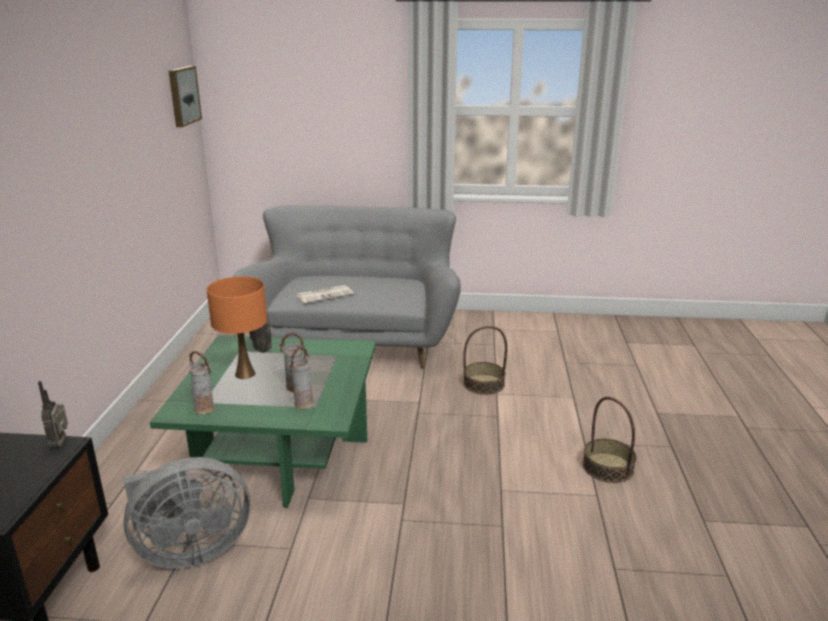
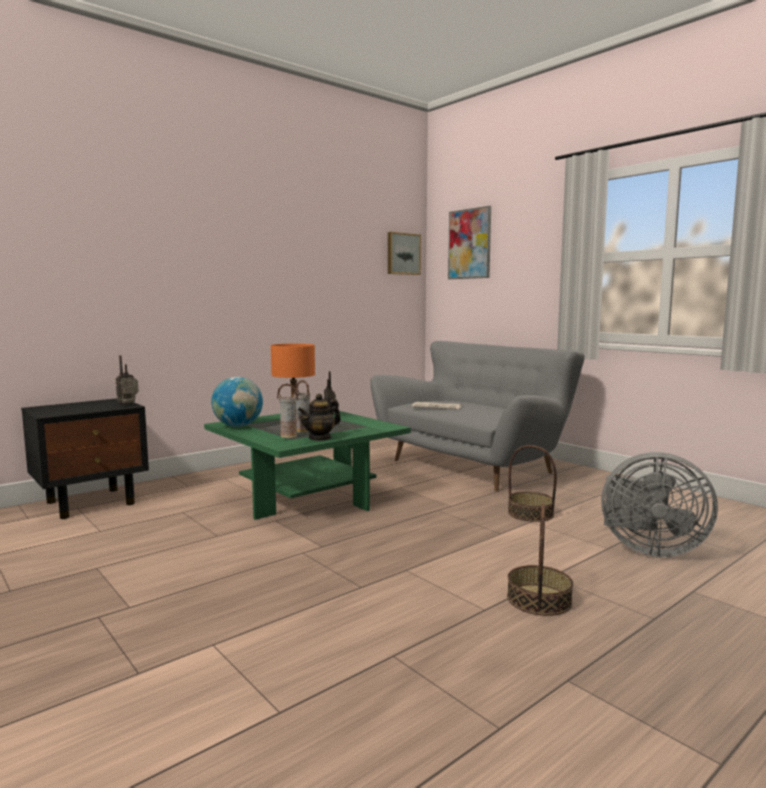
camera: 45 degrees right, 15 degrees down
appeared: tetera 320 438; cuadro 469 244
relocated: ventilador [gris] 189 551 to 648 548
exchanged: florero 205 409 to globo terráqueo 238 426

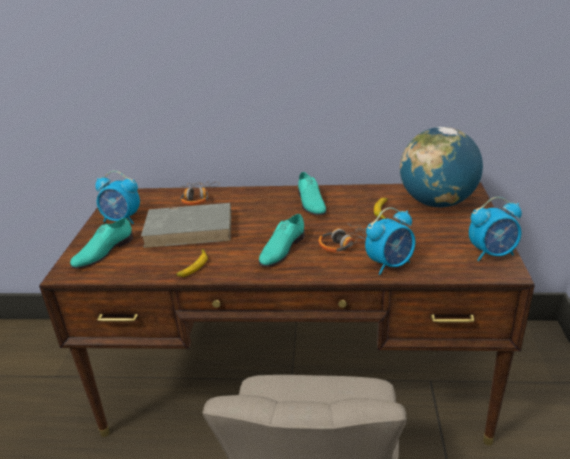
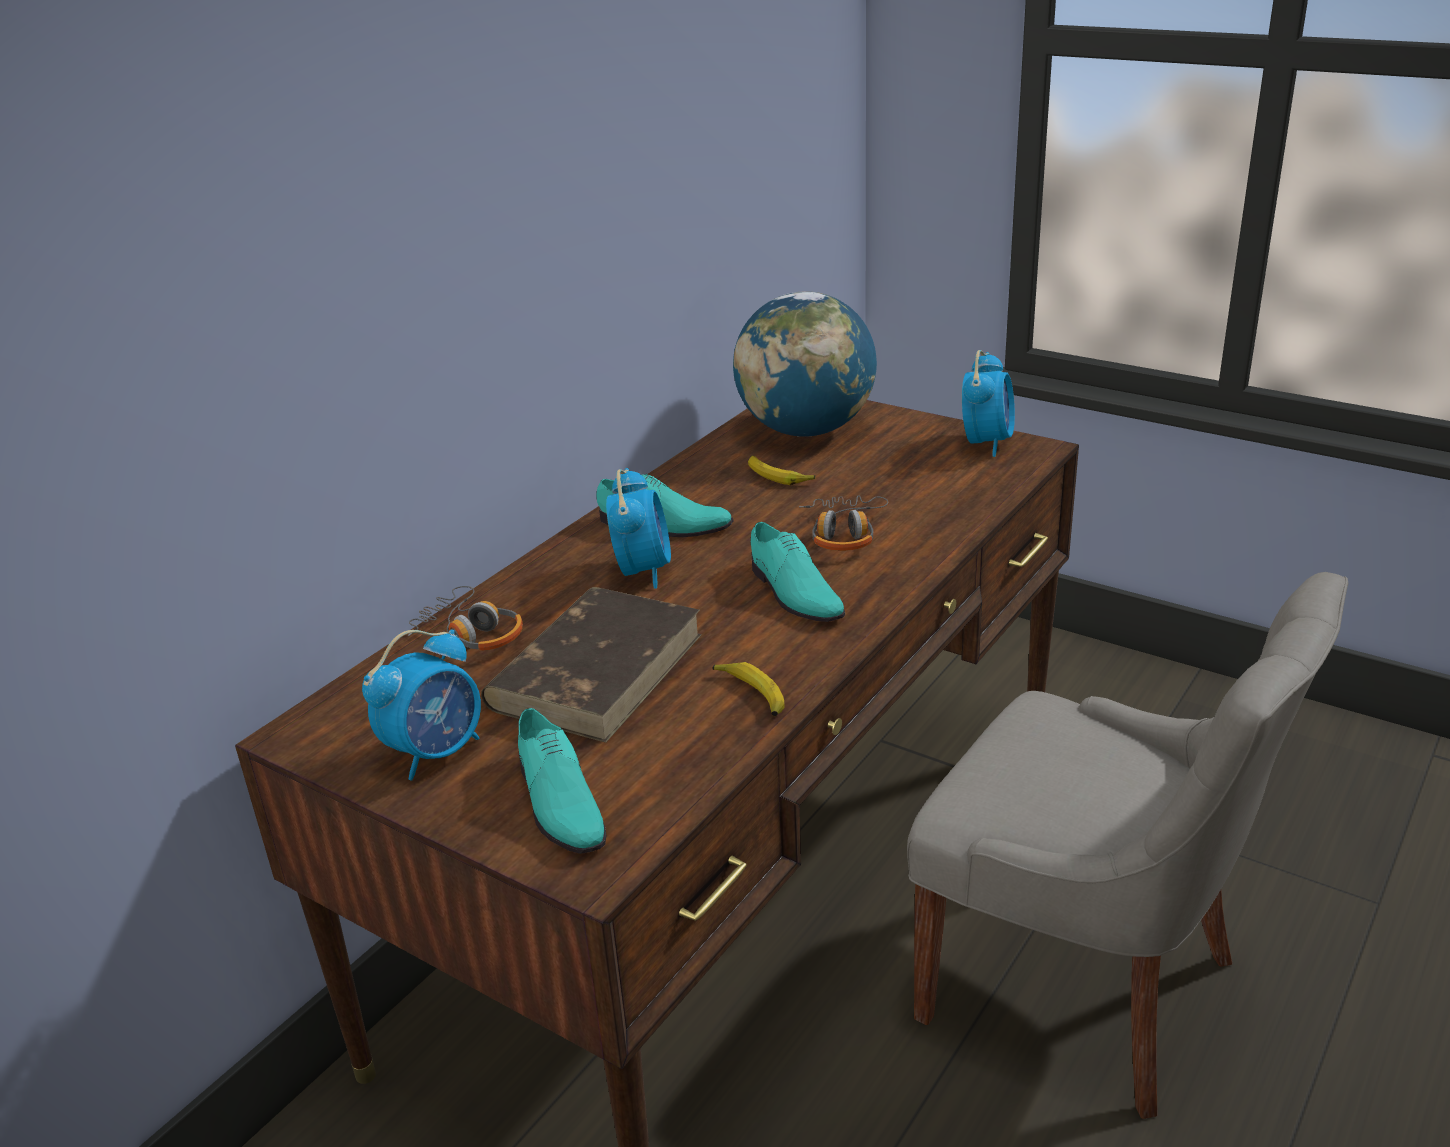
camera: 60 degrees left, 0 degrees up
relocated: despertador 390 264 to 643 571
colour: libro [gris] 190 229 to libro [marrón] 597 669

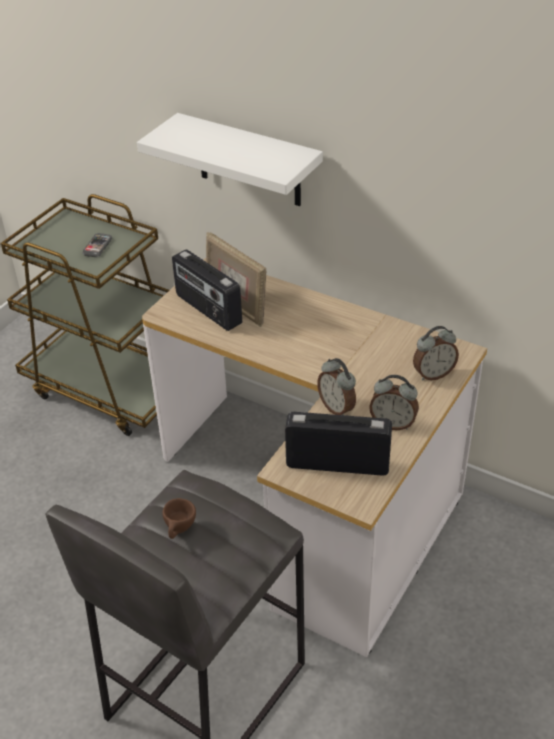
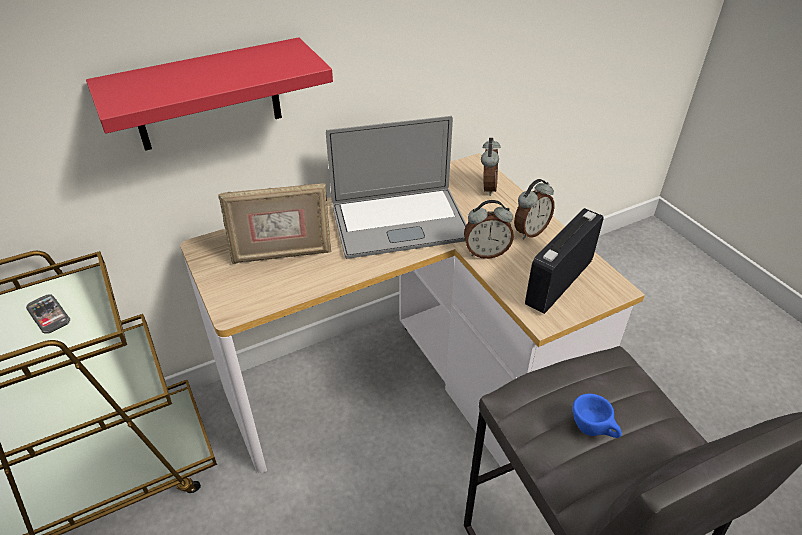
camera: 60 degrees left, 0 degrees up
missing: radio 207 310
appeared: portátil 399 222
colour: estante [blanco] 249 161 to estante [rojo] 207 96; taza [marrón] 179 531 to taza [azul] 593 430

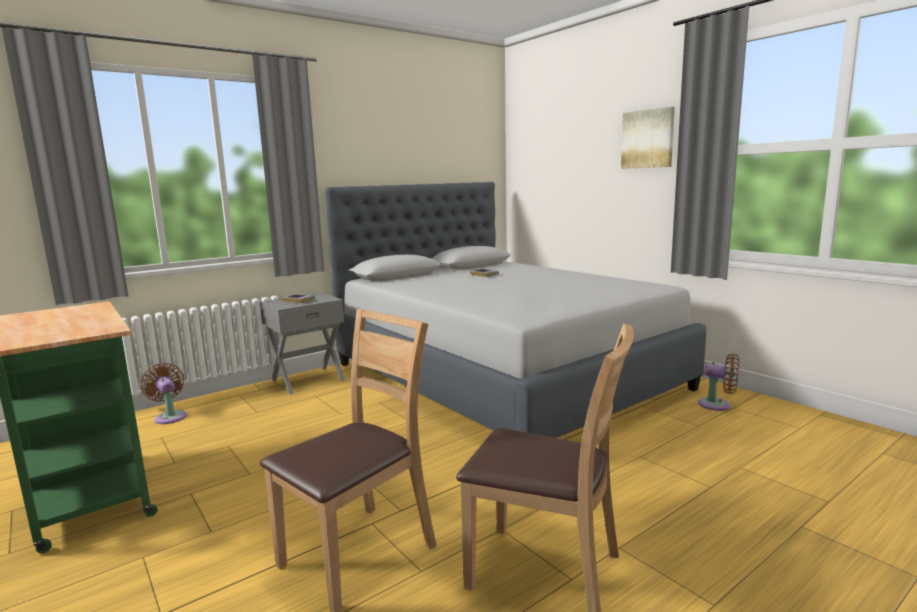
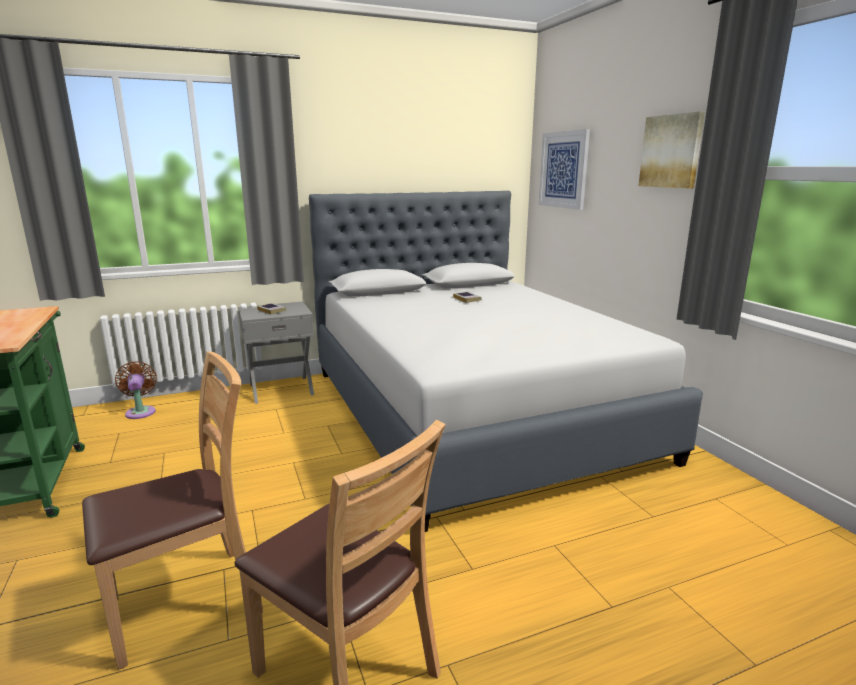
camera: 15 degrees right, 5 degrees up
missing: ventilador [marrón] 718 405
appeared: cuadro 563 170

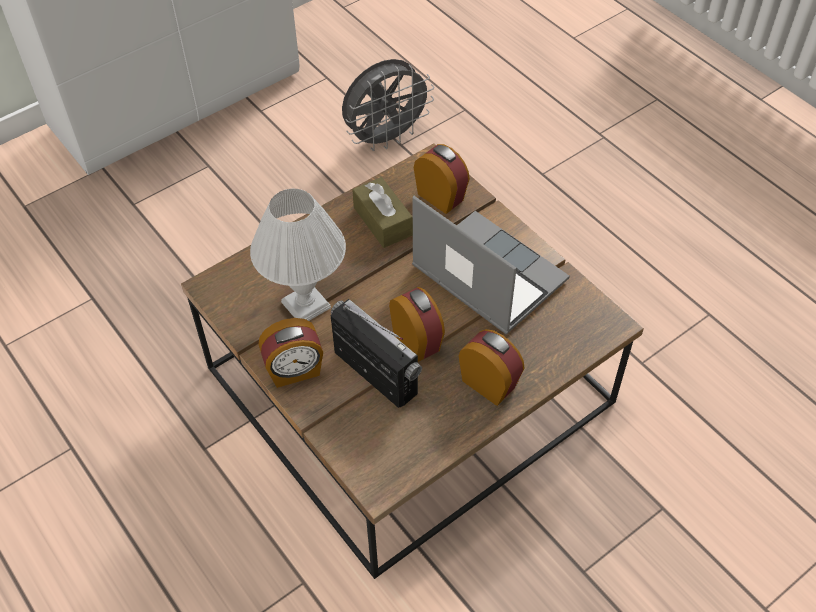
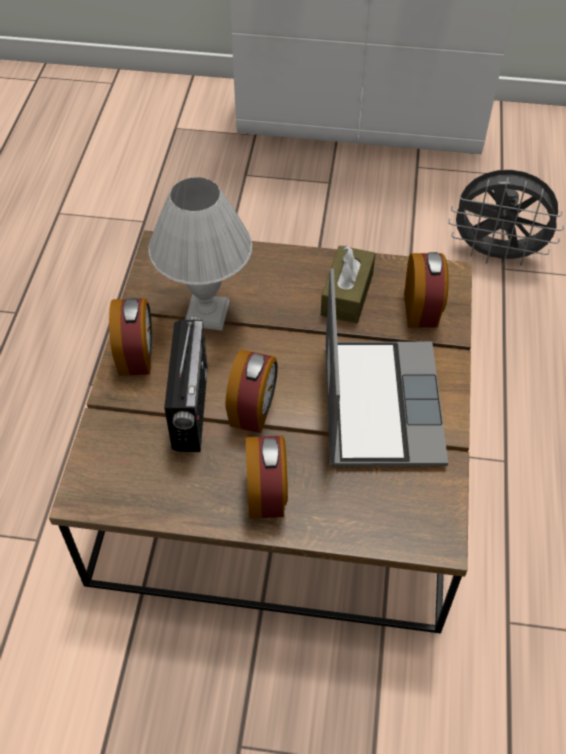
camera: 45 degrees right, 0 degrees up
spun: despertador 294 371 = 137 356 120 degrees counterclockwise

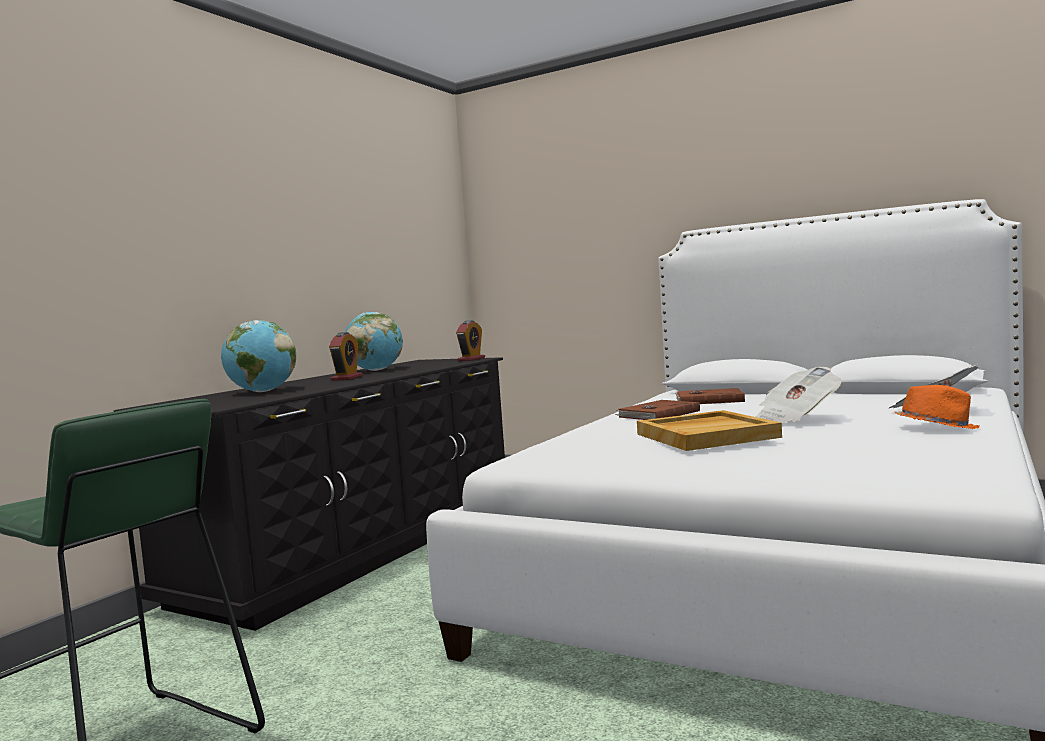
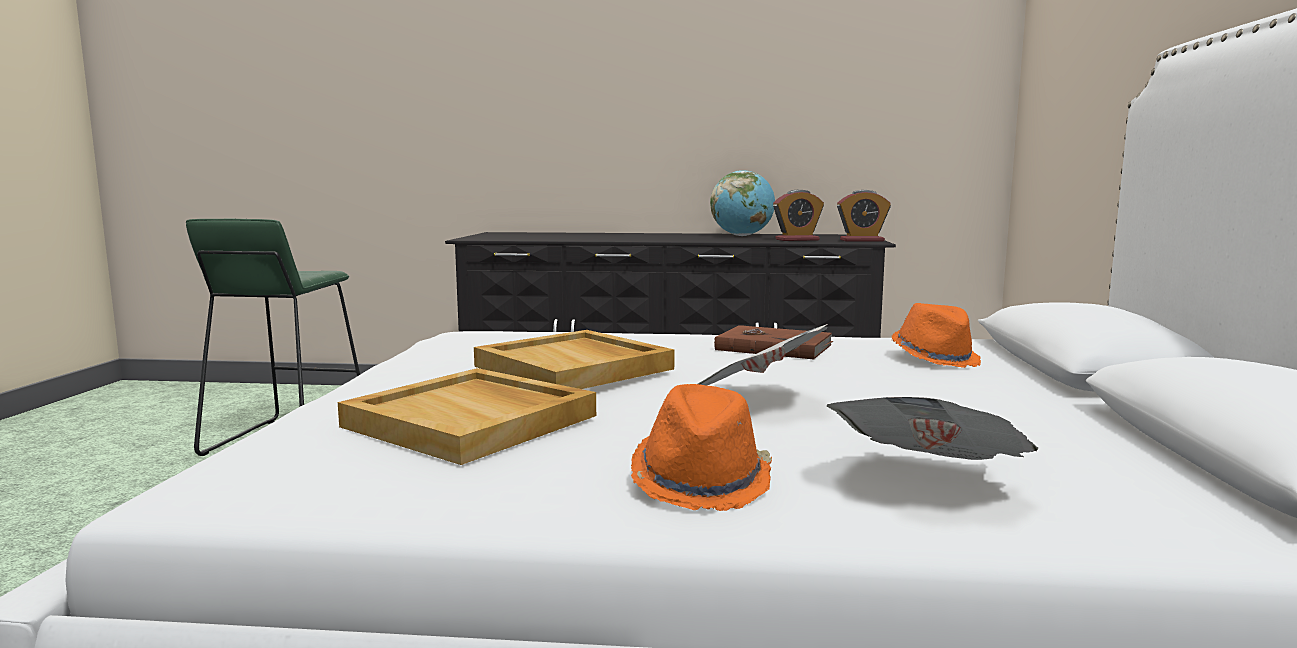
camera: 65 degrees right, 5 degrees up
missing: globo terráqueo 262 391
appeared: bandeja [beis] 473 421
relocated: despertador 347 378 to 797 240
exchanged: libro [marrón] 709 400 to sombrero [naranja] 935 358

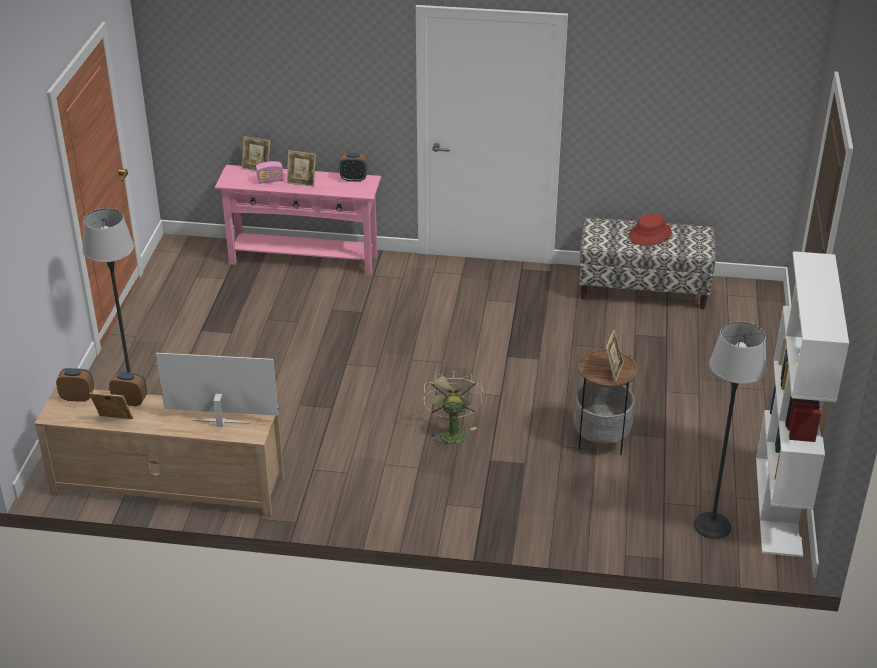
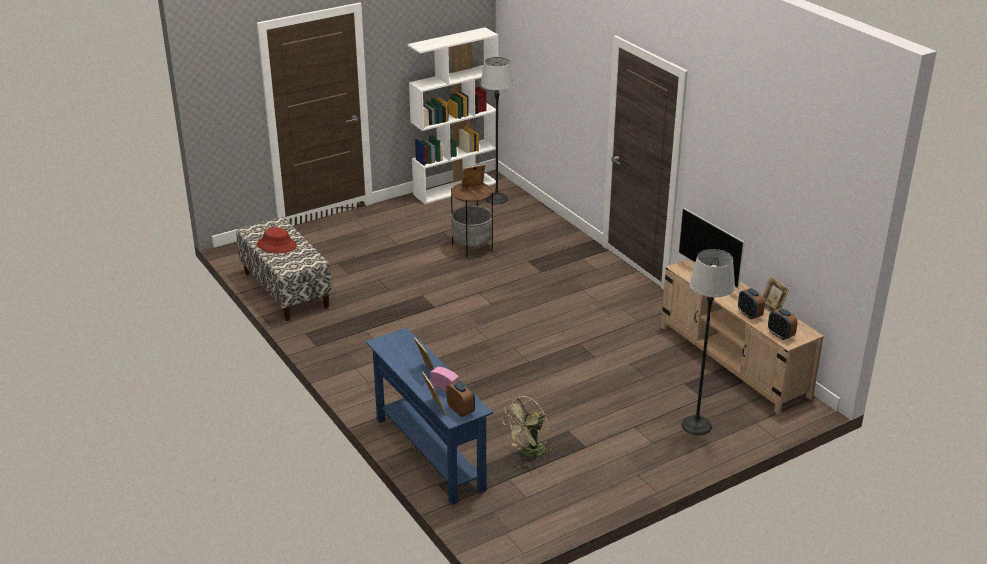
camera: 130 degrees left, 5 degrees down
relocated: despertador 353 179 to 461 411; ventilador [verde] 451 431 to 529 453
colour: mesa consola [rosa] 303 259 to mesa consola [azul] 428 454

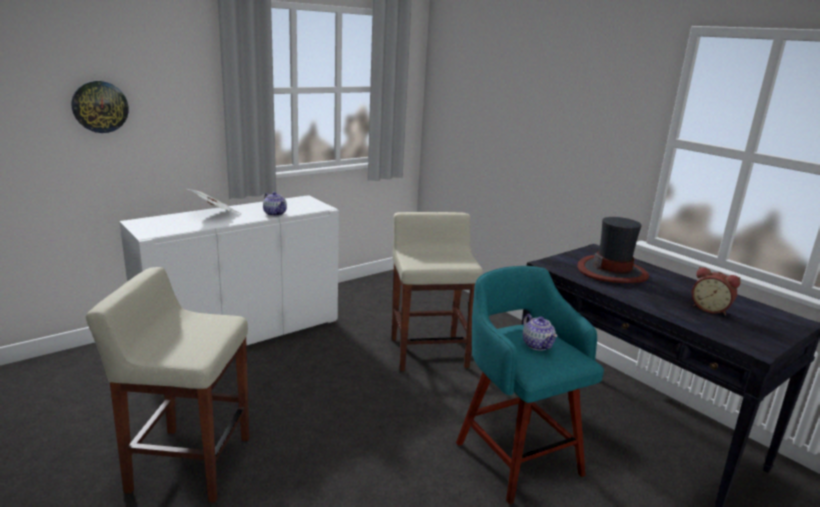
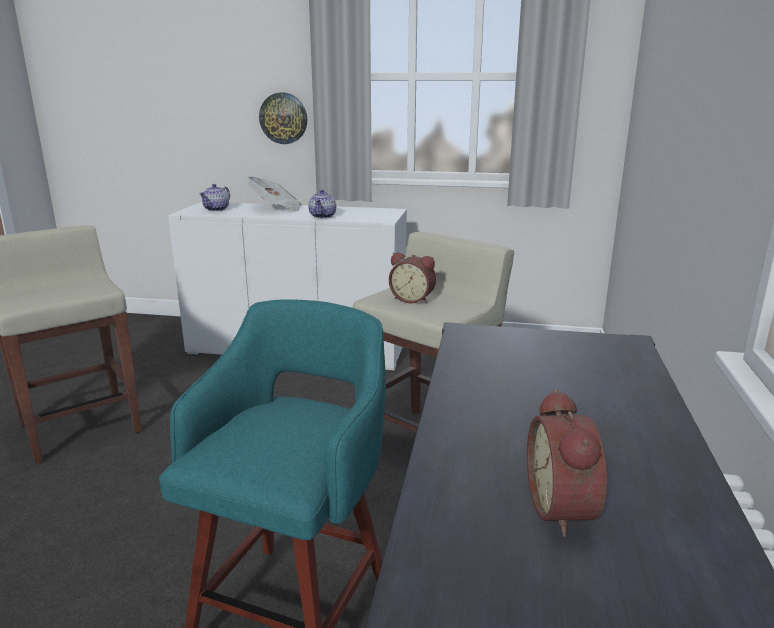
camera: 50 degrees right, 0 degrees up
missing: sombrero 612 271
appeared: despertador 413 299
relocated: reloj de pared 100 106 to 283 118; tetera 537 345 to 217 209

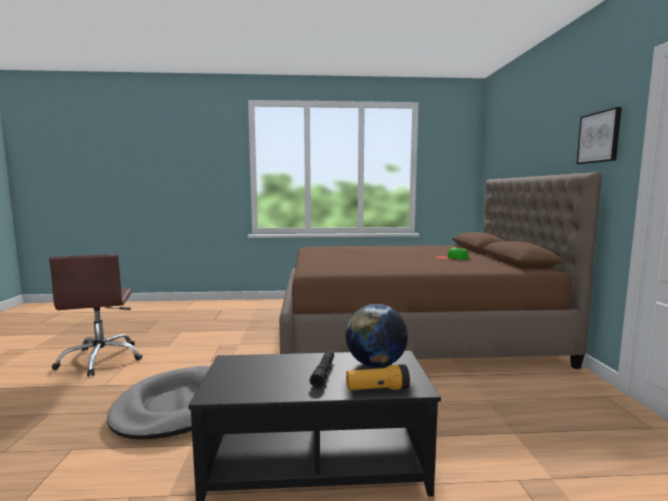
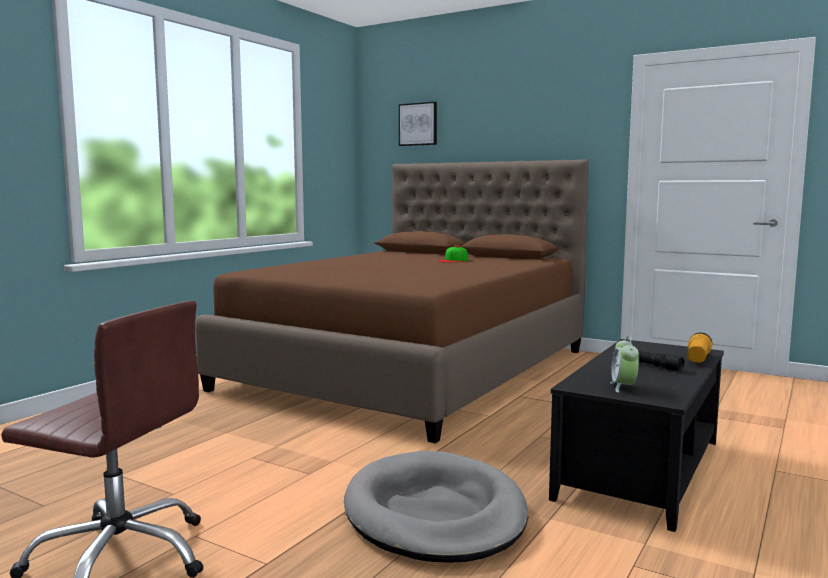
camera: 55 degrees left, 0 degrees up
missing: globo terráqueo 375 364
appeared: despertador 623 387
relocated: cuadro 599 137 to 418 124

